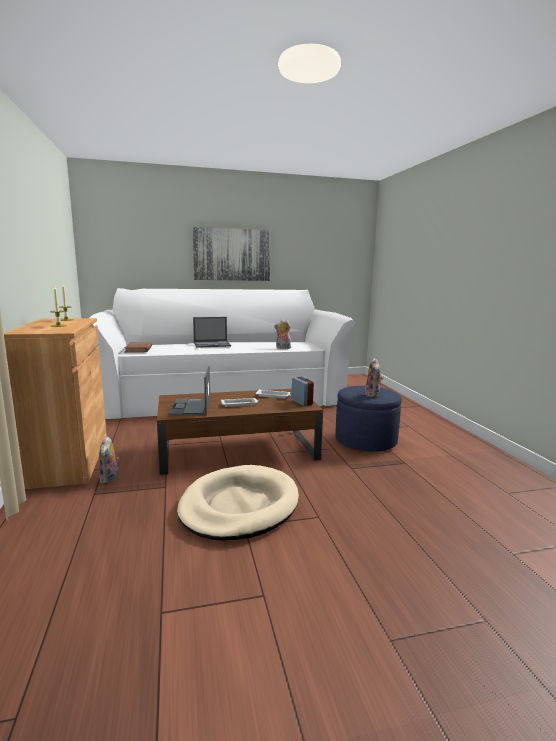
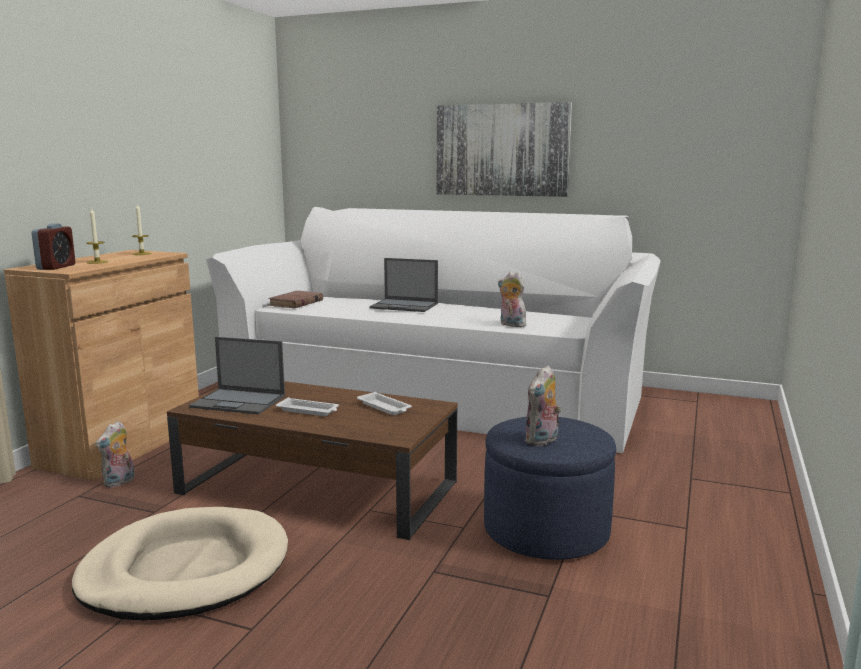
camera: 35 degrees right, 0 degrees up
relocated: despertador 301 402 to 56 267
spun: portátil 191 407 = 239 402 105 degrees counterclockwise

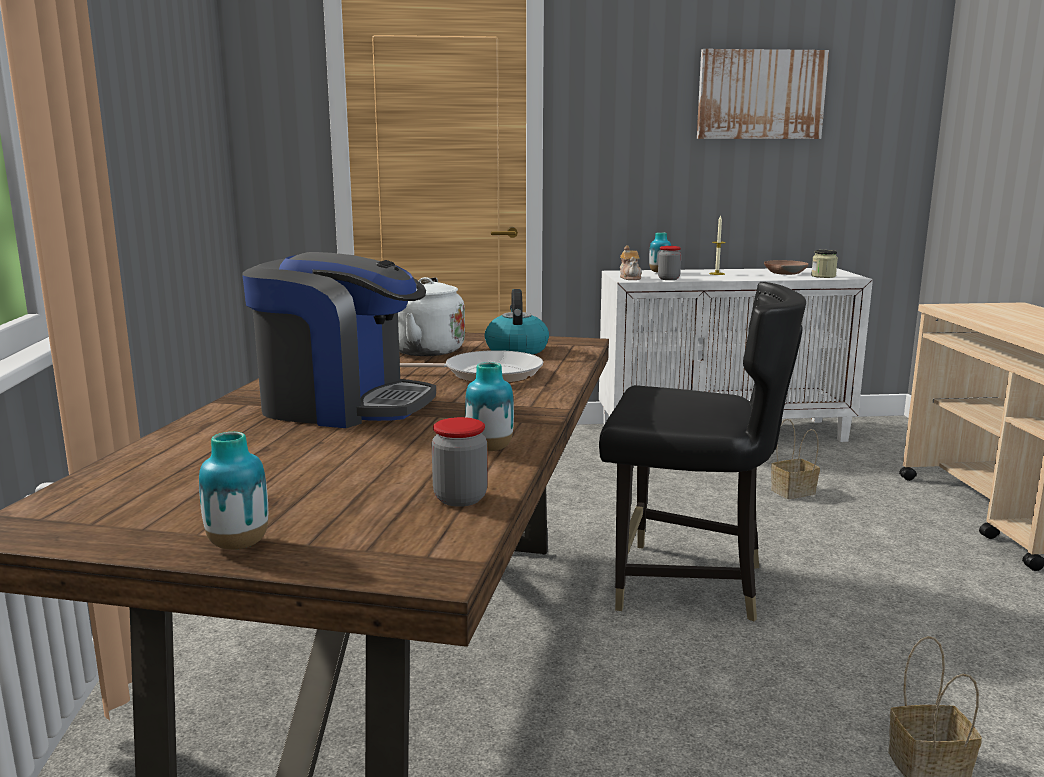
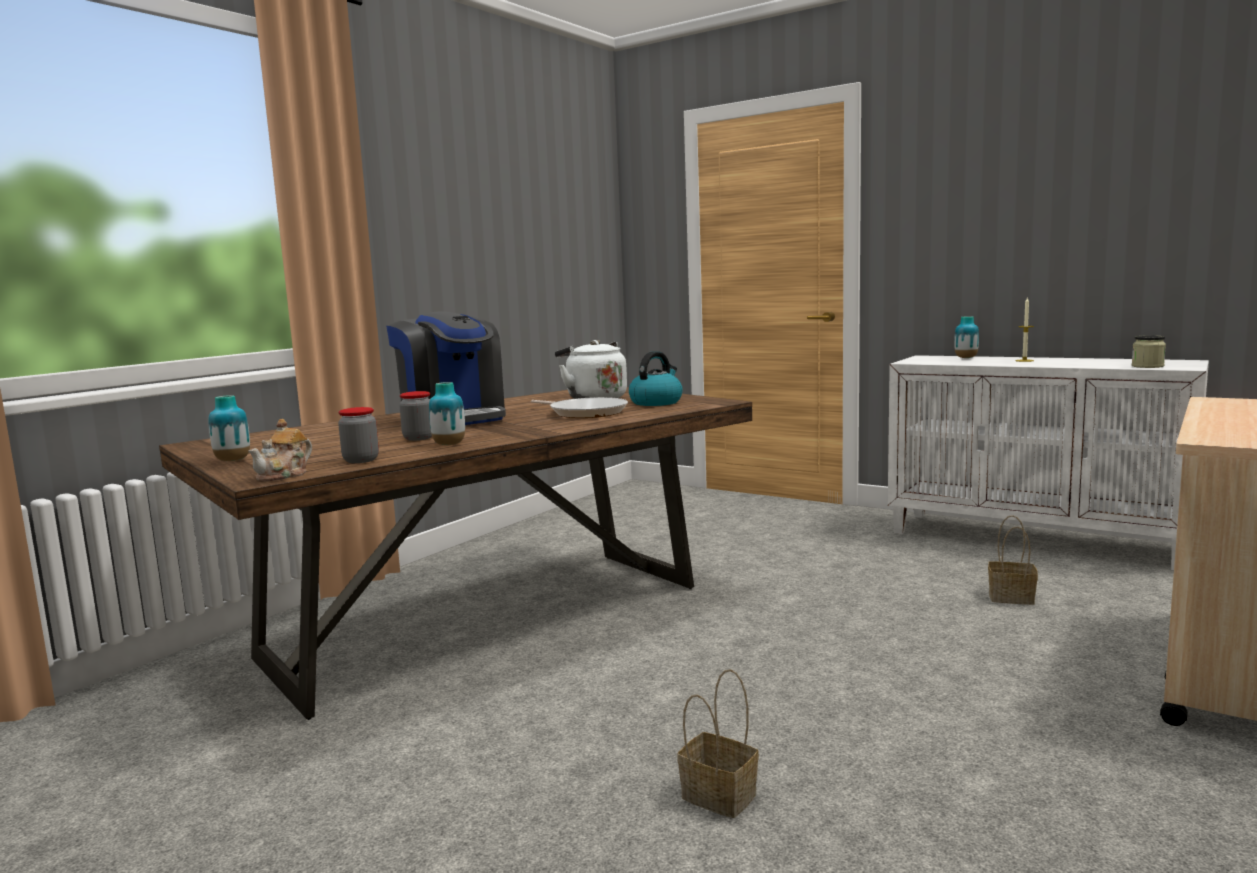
camera: 40 degrees right, 5 degrees down
missing: silla [negro] 688 584; cuadro 760 95; cuenco [marrón] 784 272
relocated: tetera 630 278 to 284 475; tarro 668 279 to 418 438

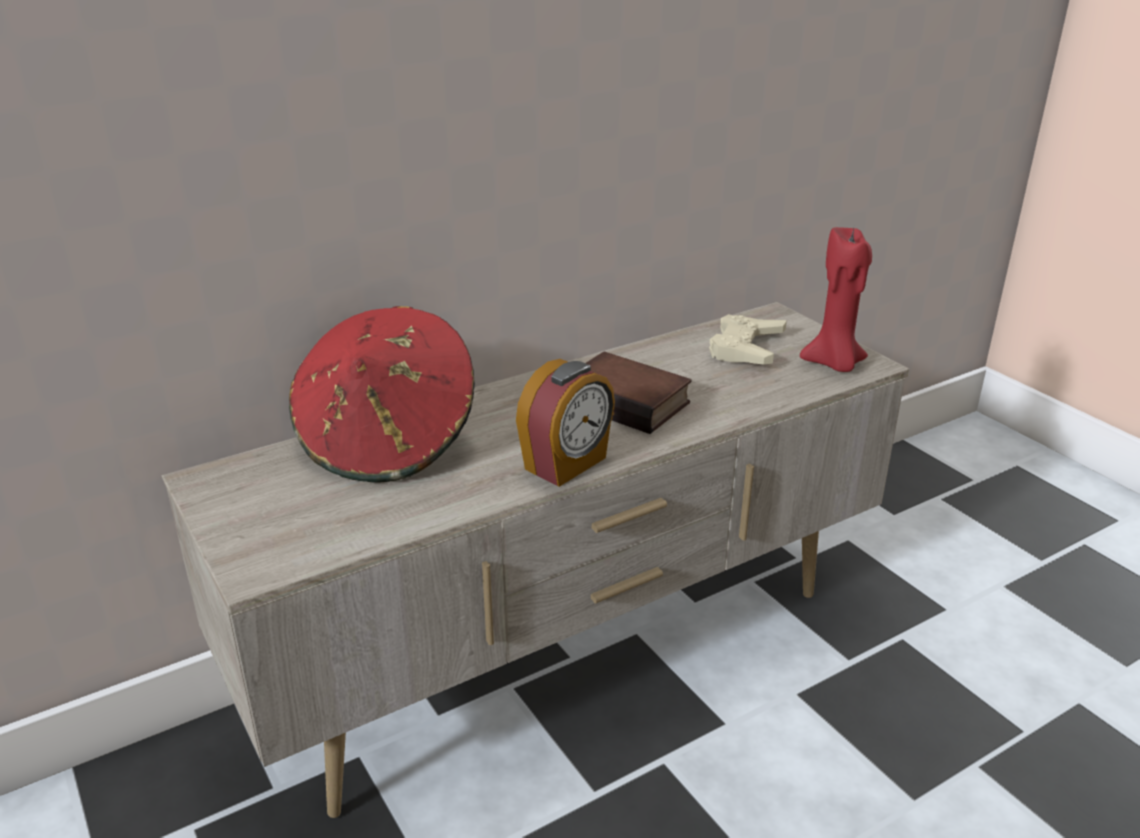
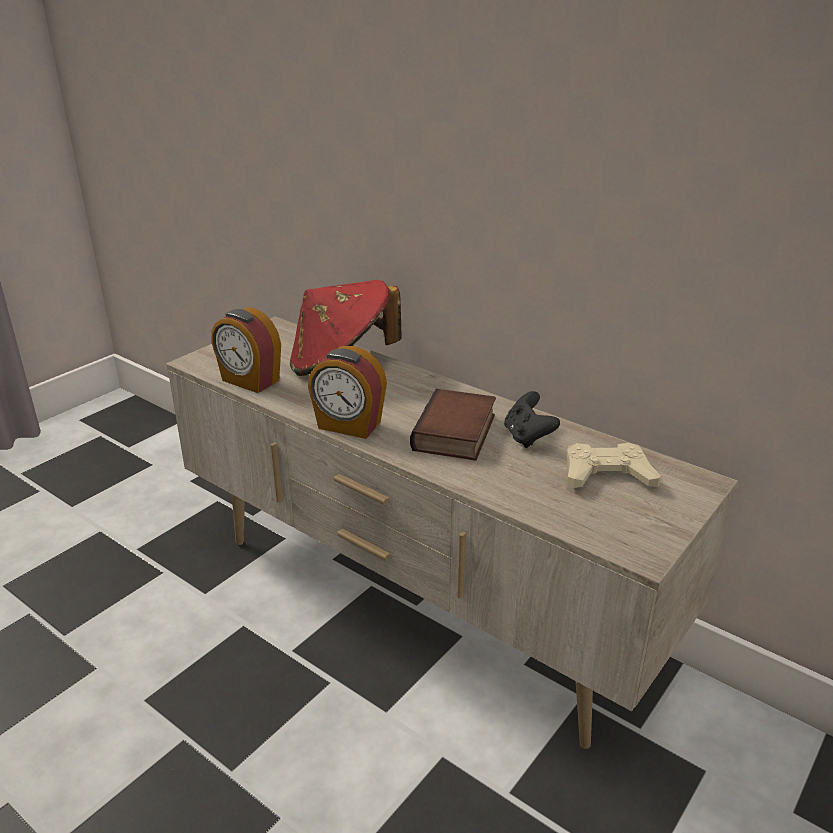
camera: 70 degrees right, 0 degrees up
missing: vela [rojo] 834 364
appeared: despertador 249 381; mando de consola [negro] 527 437

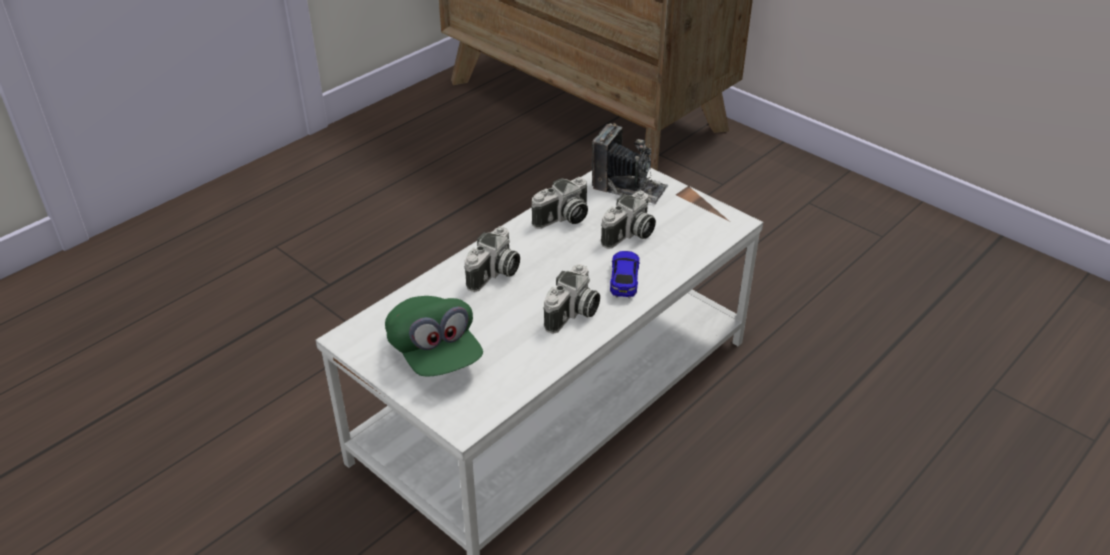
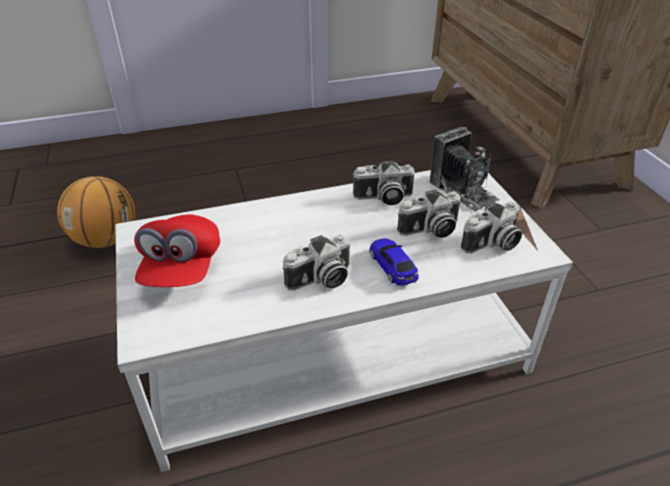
camera: 30 degrees right, 0 degrees up
appeared: balón de baloncesto 106 239
relocated: cámara 494 274 to 492 244
colour: gorra [verde] 435 353 to gorra [rojo] 182 268
spun: coche de juguete 624 279 = 392 266 60 degrees counterclockwise

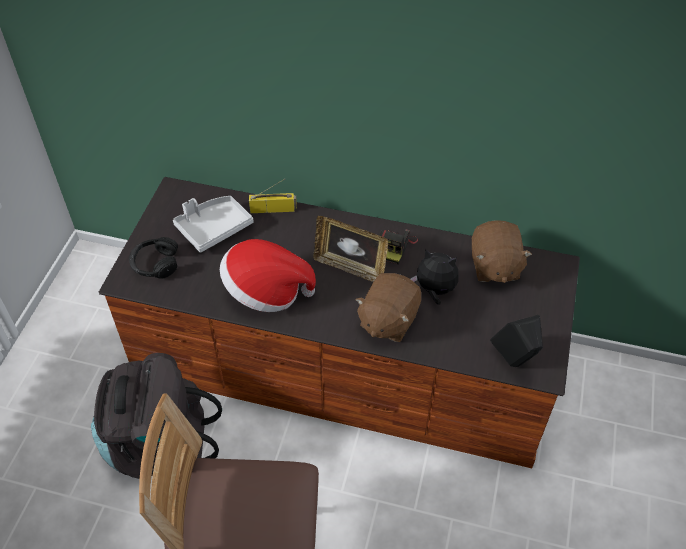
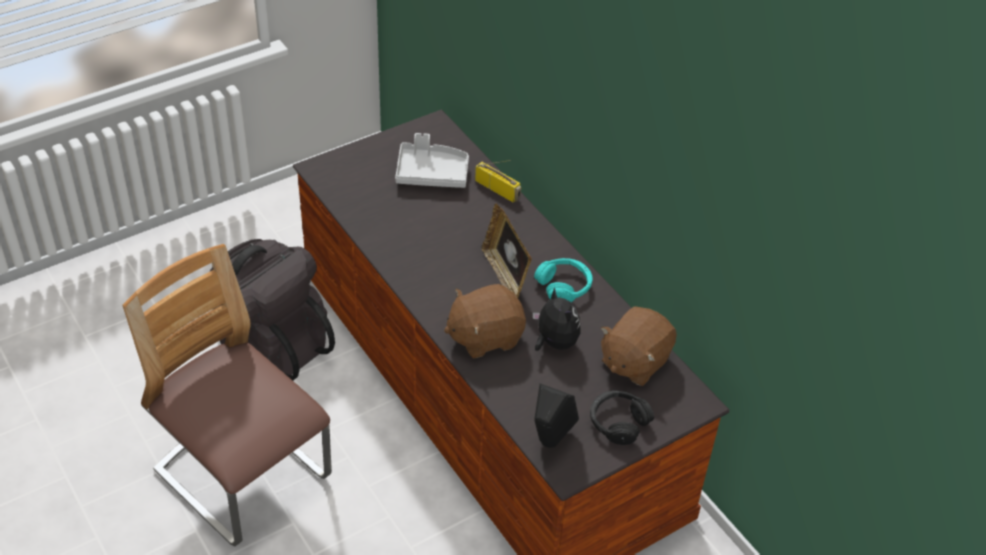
camera: 40 degrees right, 5 degrees down
missing: sombrero 266 291
relocated: auriculares [negro] 155 264 to 618 422
exchanged: cámara 395 247 to auriculares [turquesa] 564 286

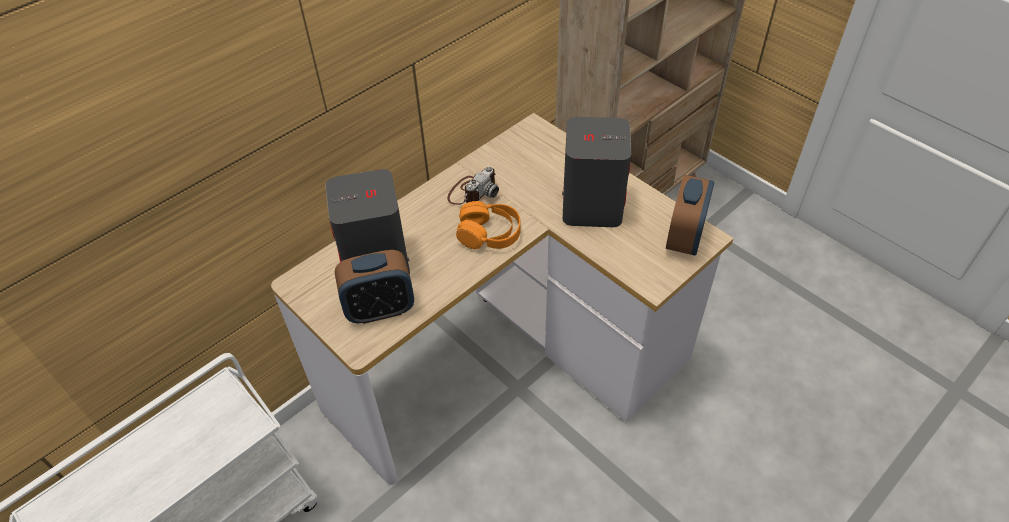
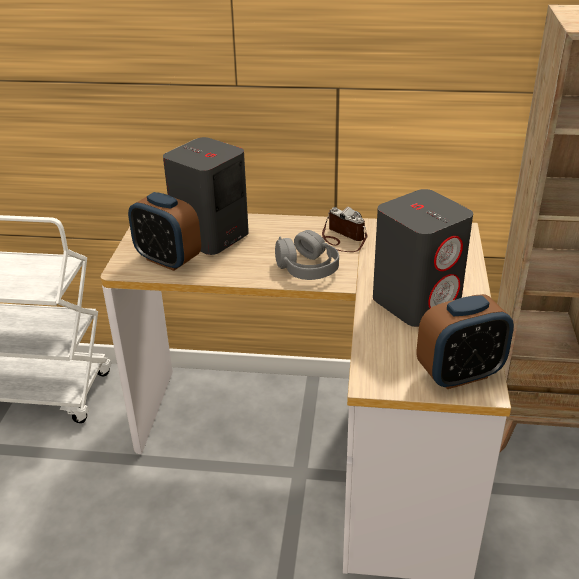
camera: 50 degrees right, 15 degrees down
colour: auriculares [naranja] 489 234 to auriculares [gris] 307 268
spun: cámara 472 191 = 341 239 135 degrees counterclockwise

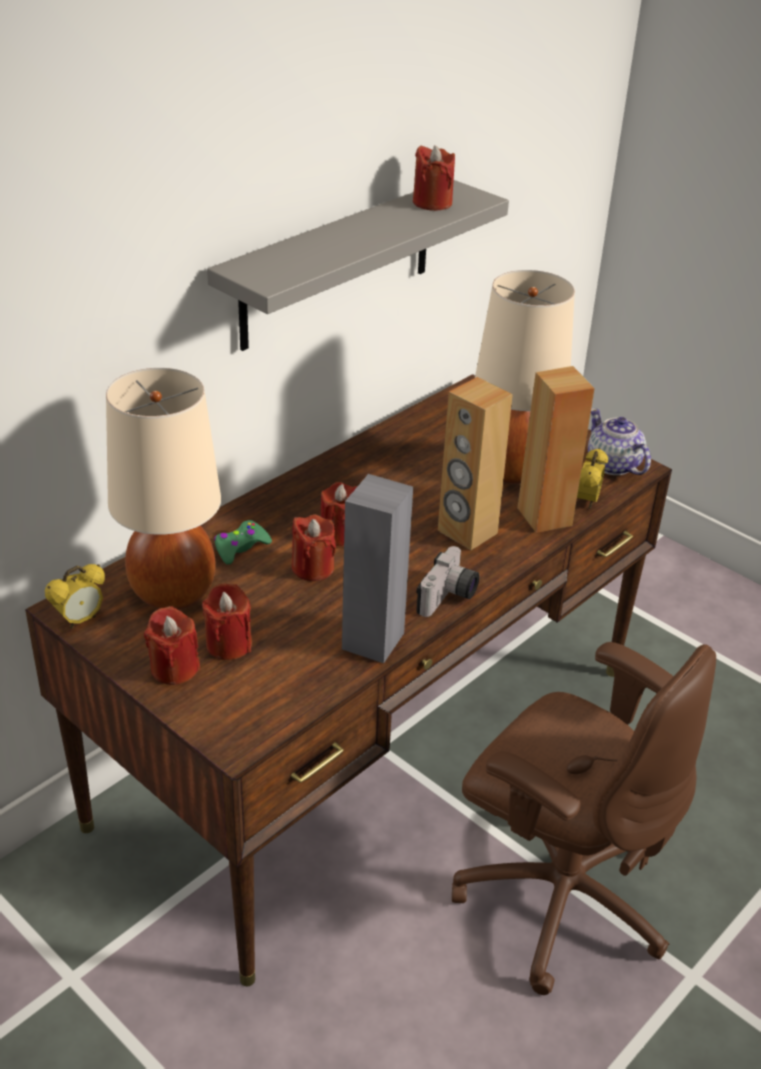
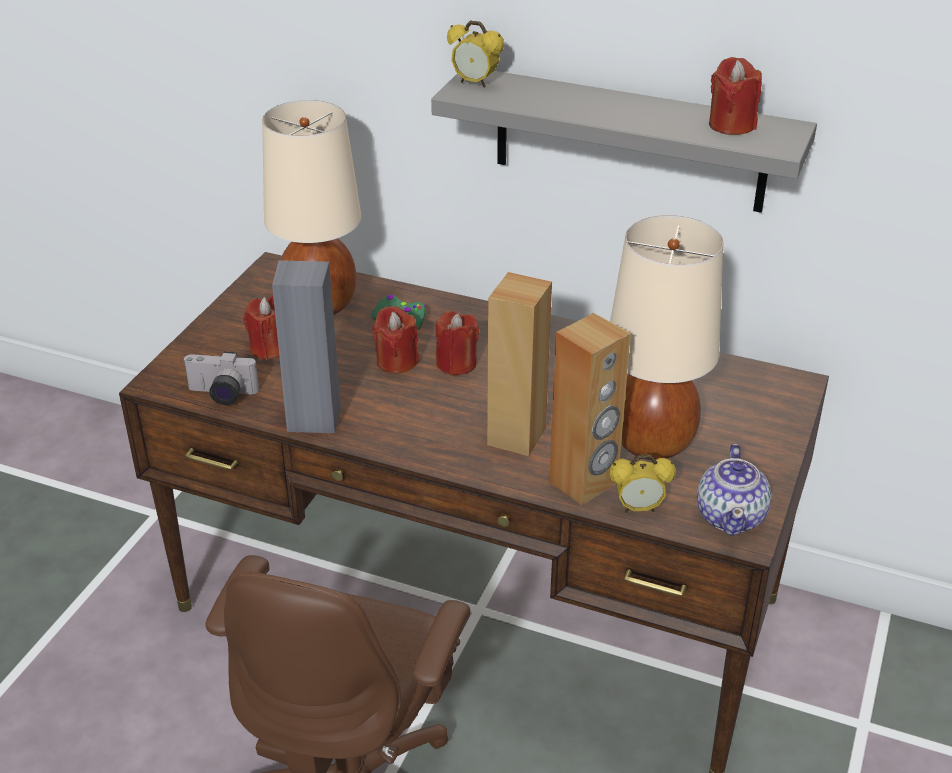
camera: 70 degrees right, 0 degrees up
missing: vela [rojo] 174 668
relocated: despertador 80 620 to 475 83; cámara 449 598 to 221 395
spun: tetera 613 465 = 731 516 150 degrees clockwise

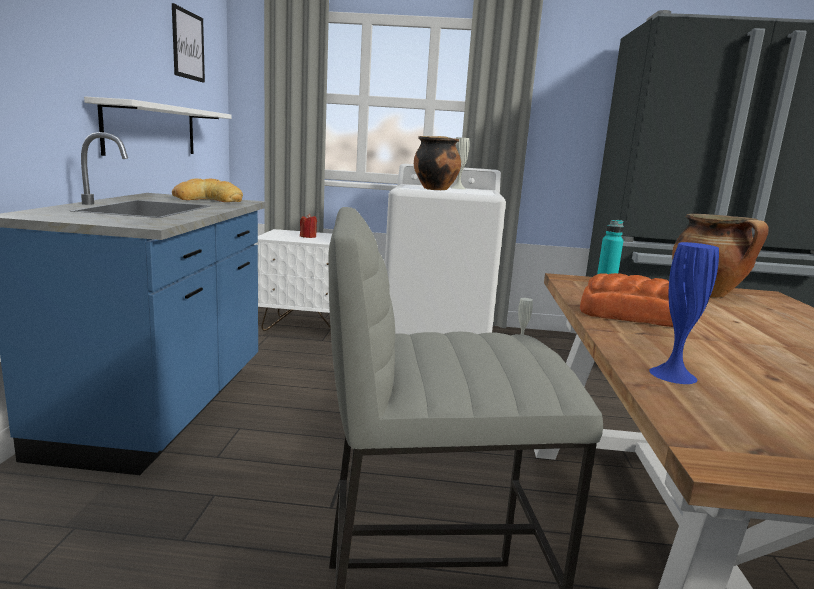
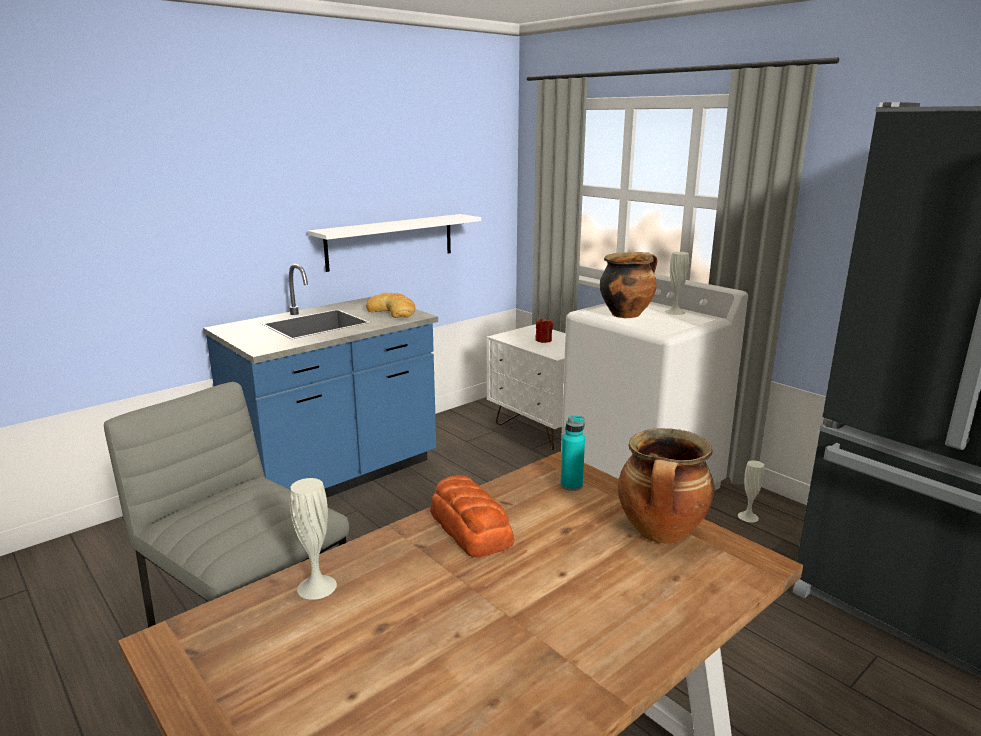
camera: 45 degrees right, 5 degrees up
missing: cuadro 188 45
colour: florero [azul] 673 375 to florero [blanco] 317 587

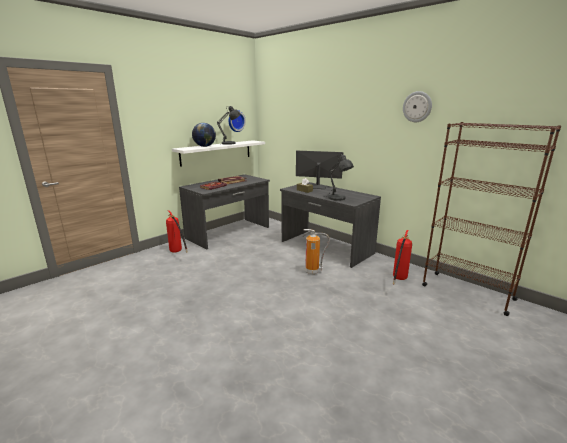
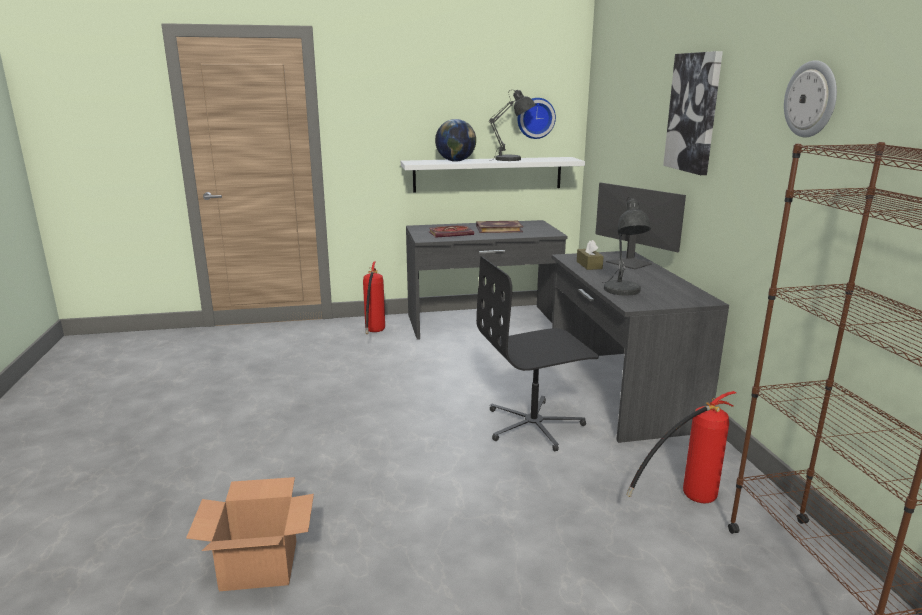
camera: 35 degrees right, 0 degrees up
appeared: caja de cartón 258 566; cuadro 694 113
exchanged: extintor 312 272 to silla de oficina [negro] 534 425

